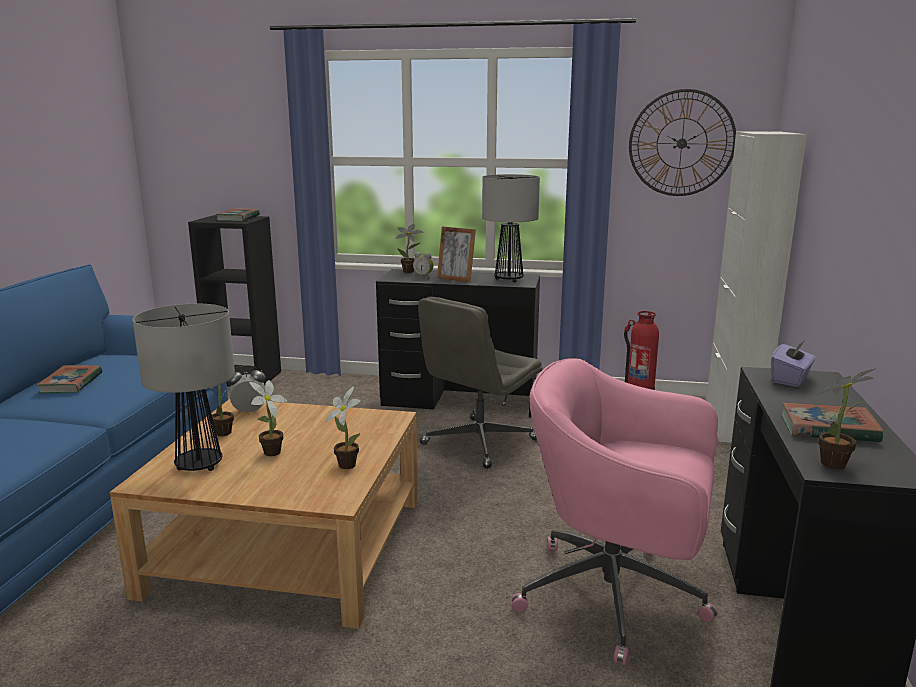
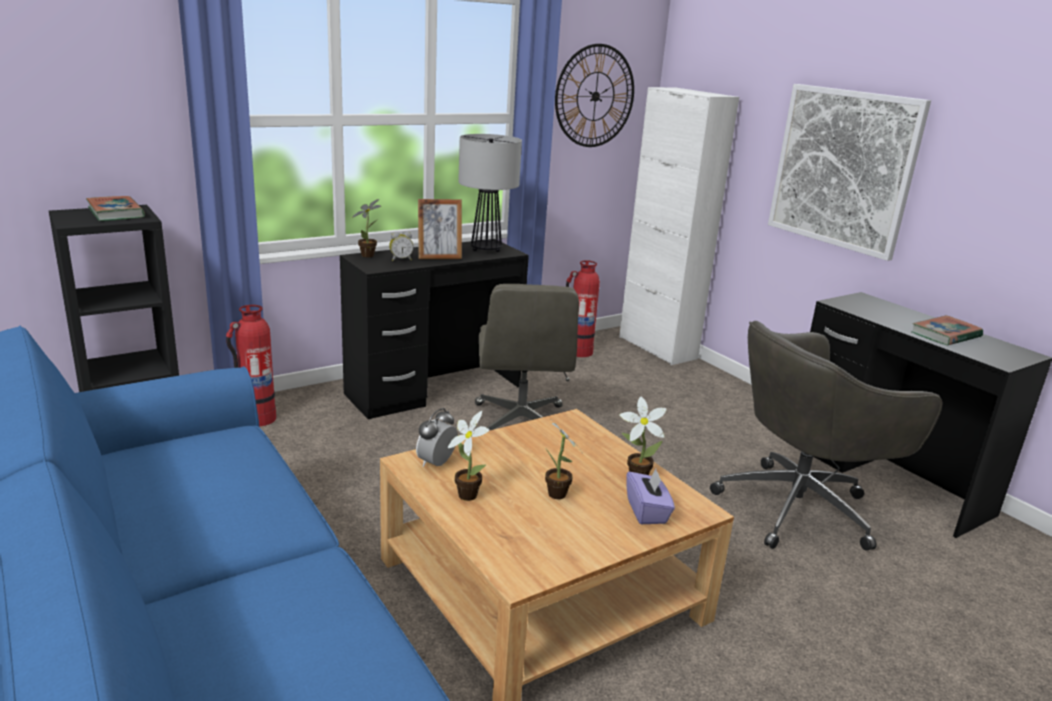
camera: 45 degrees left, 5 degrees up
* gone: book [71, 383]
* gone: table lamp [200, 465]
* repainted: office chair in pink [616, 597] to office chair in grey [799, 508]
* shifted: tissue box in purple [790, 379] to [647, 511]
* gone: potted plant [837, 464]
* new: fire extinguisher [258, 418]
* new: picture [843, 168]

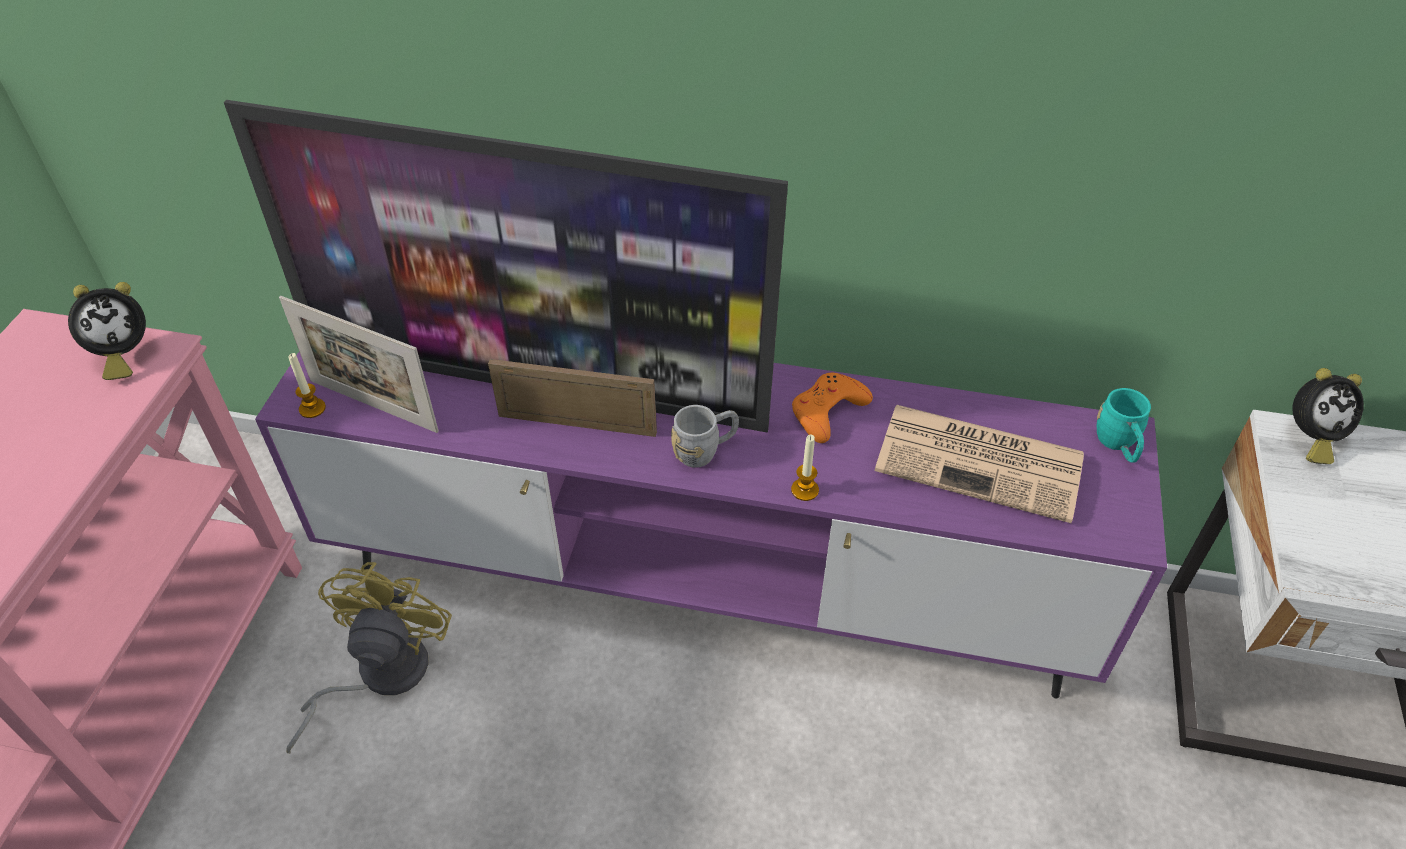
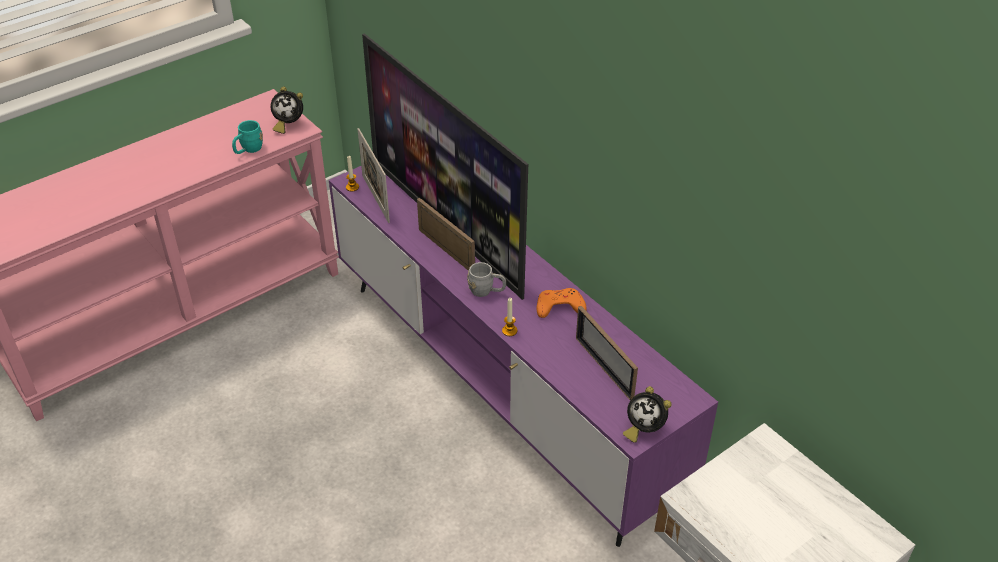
camera: 40 degrees right, 5 degrees down
* gone: fan in yellow [379, 675]
* swapped: newspaper [982, 462] to picture frame [604, 368]
* shifted: mug in turquoise [1118, 445] to [248, 150]
* shifted: alarm clock [1309, 438] to [643, 428]

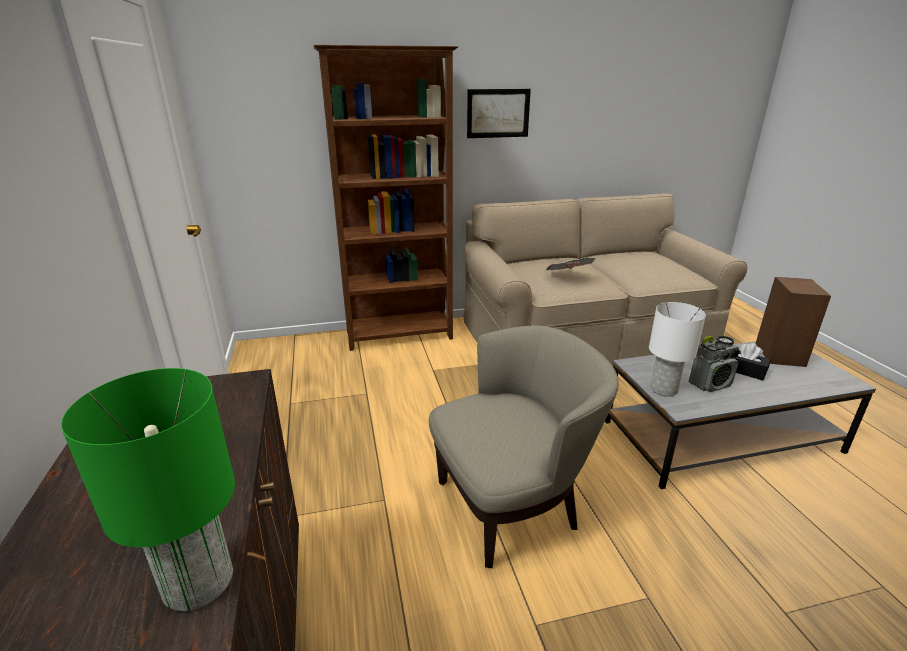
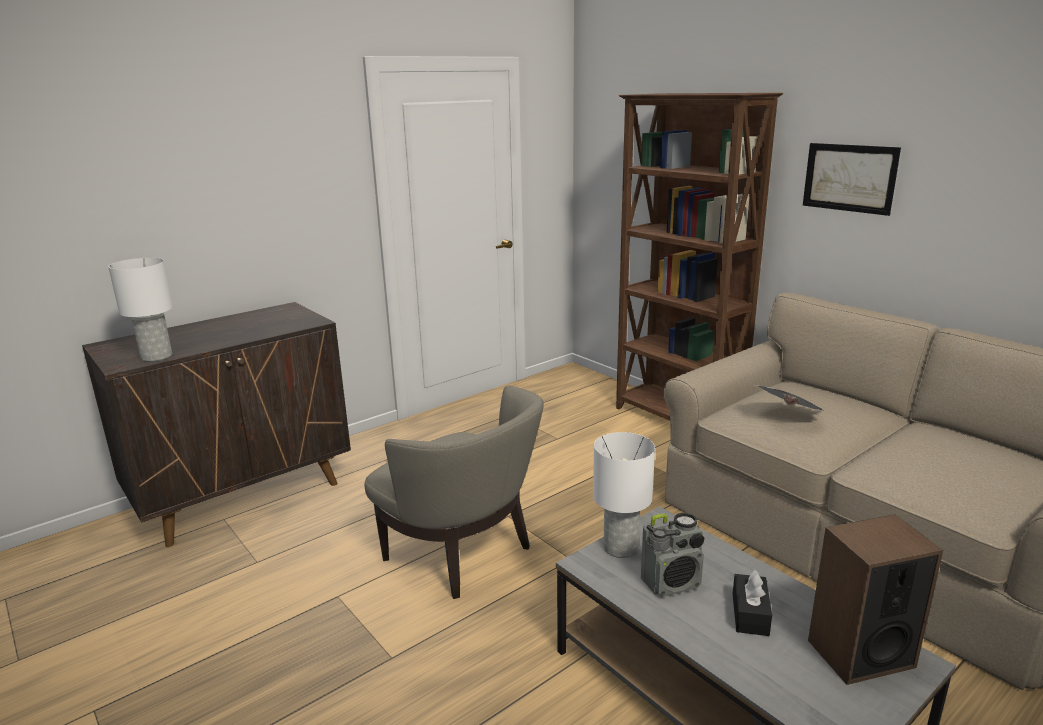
camera: 65 degrees right, 5 degrees down
* repainted: table lamp in green [198, 580] to table lamp in white [157, 356]
* rotated: radio [710, 384] = [671, 583] 60 degrees counterclockwise

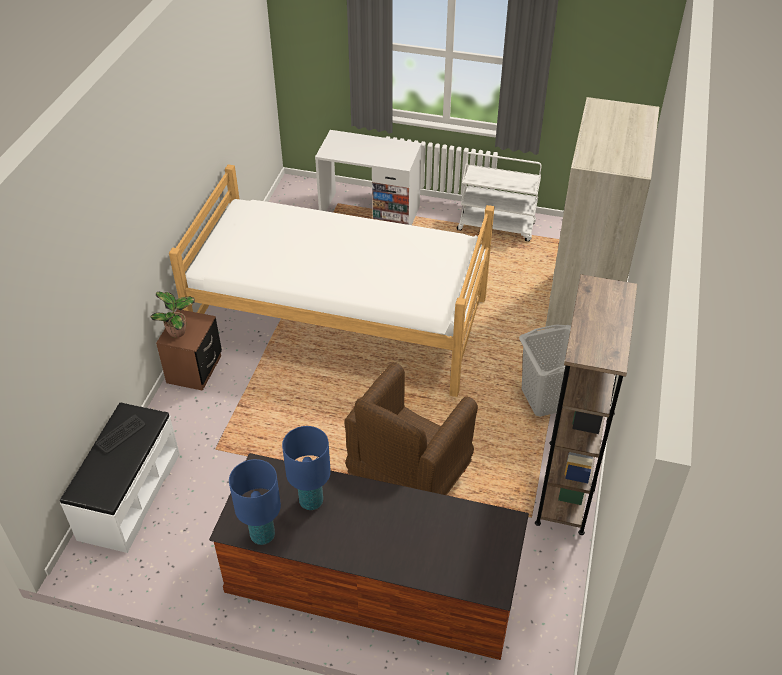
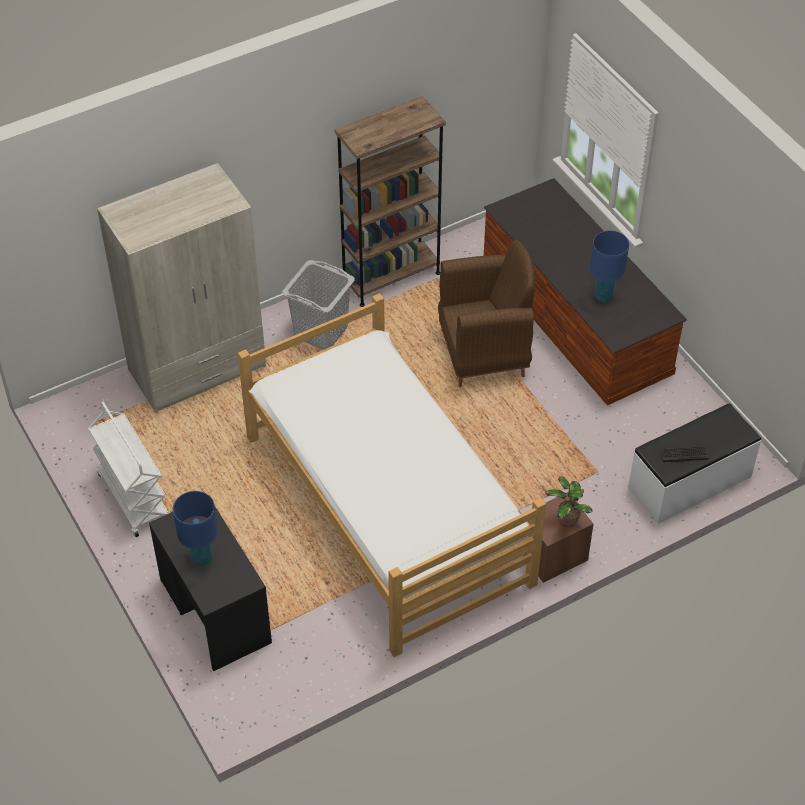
camera: 135 degrees left, 5 degrees up
* shifted: table lamp in blue [262, 535] to [202, 558]
* repainted: desk in white [370, 212] to desk in black [215, 611]

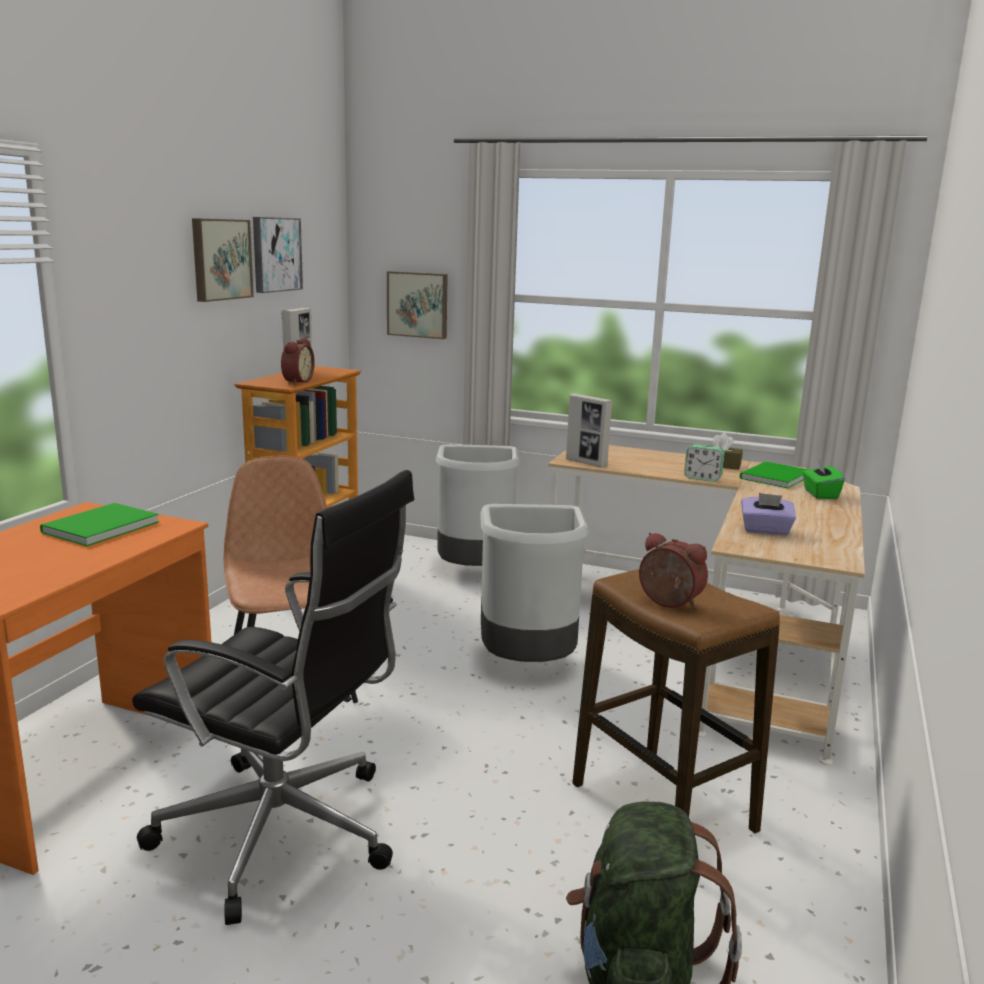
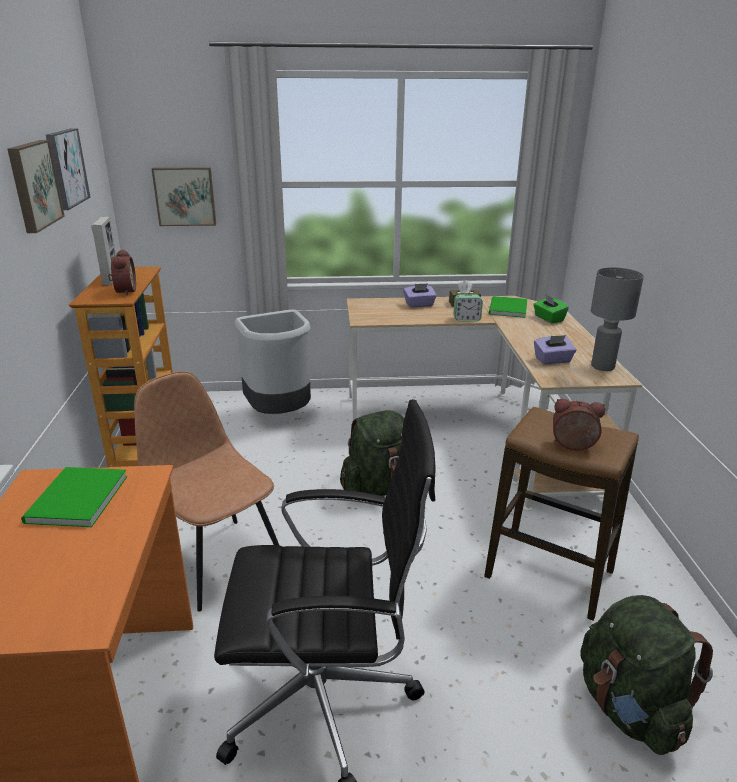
camera: 25 degrees left, 10 degrees up
* swapped: trash can in grey [527, 665] to backpack in green [380, 487]
* gone: picture frame [586, 463]
* new: tissue box in purple [419, 305]
* new: table lamp in grey [603, 366]

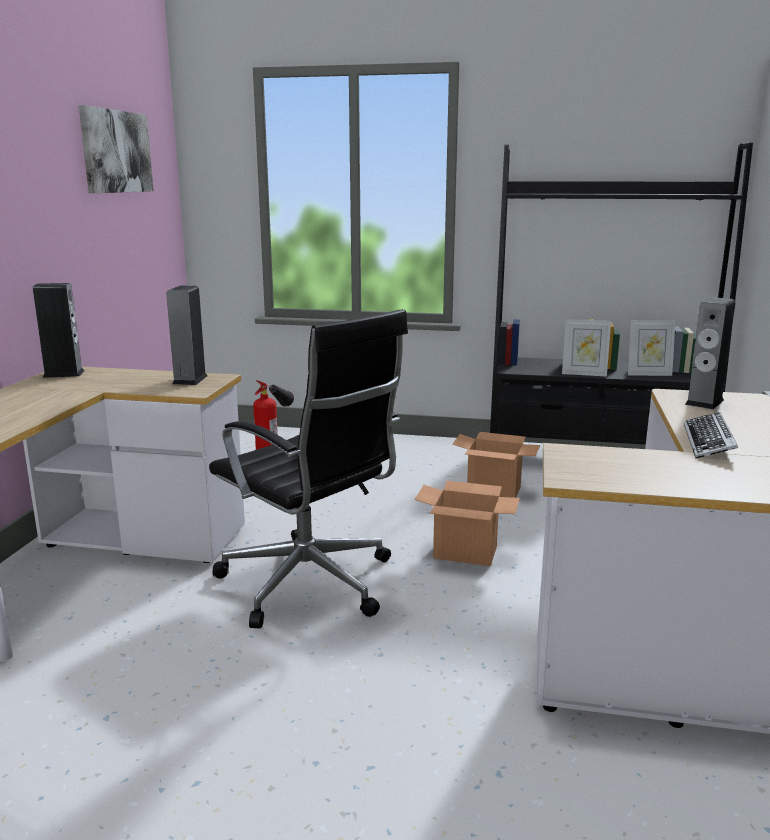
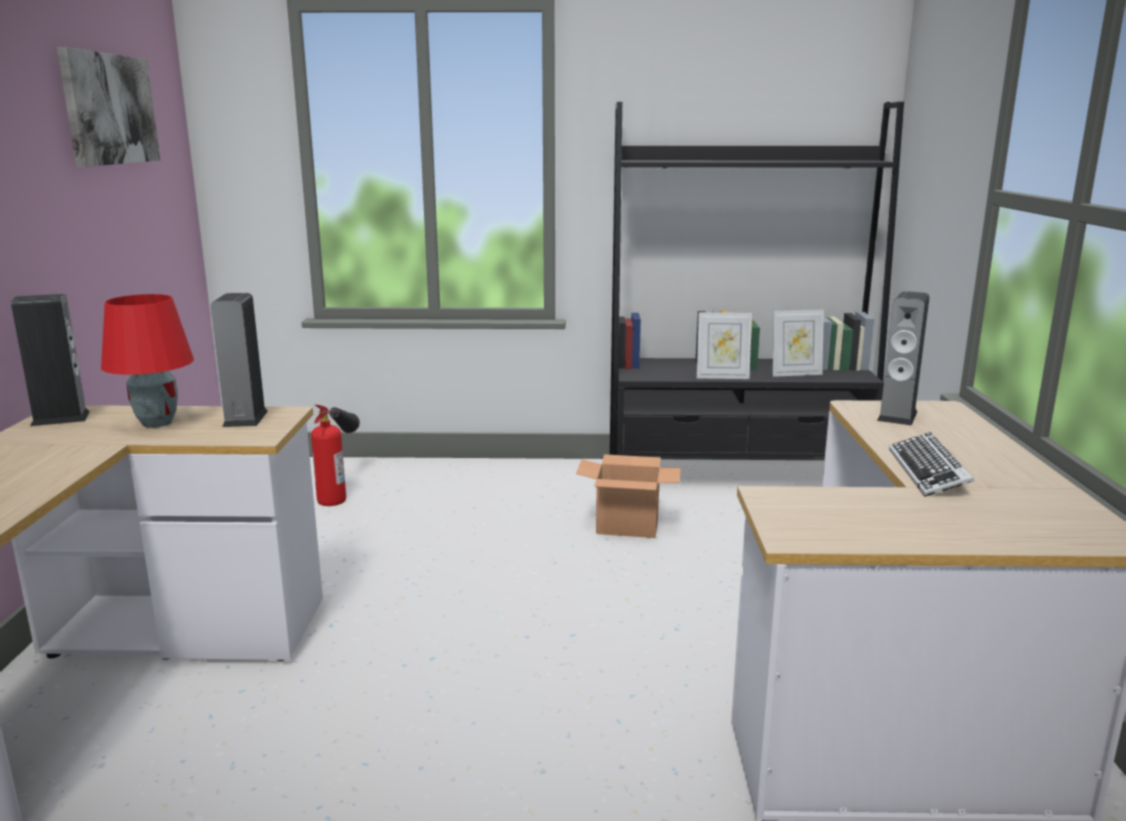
camera: 10 degrees left, 0 degrees up
* gone: office chair in black [310, 584]
* gone: cardboard box [466, 552]
* new: table lamp in red [156, 423]

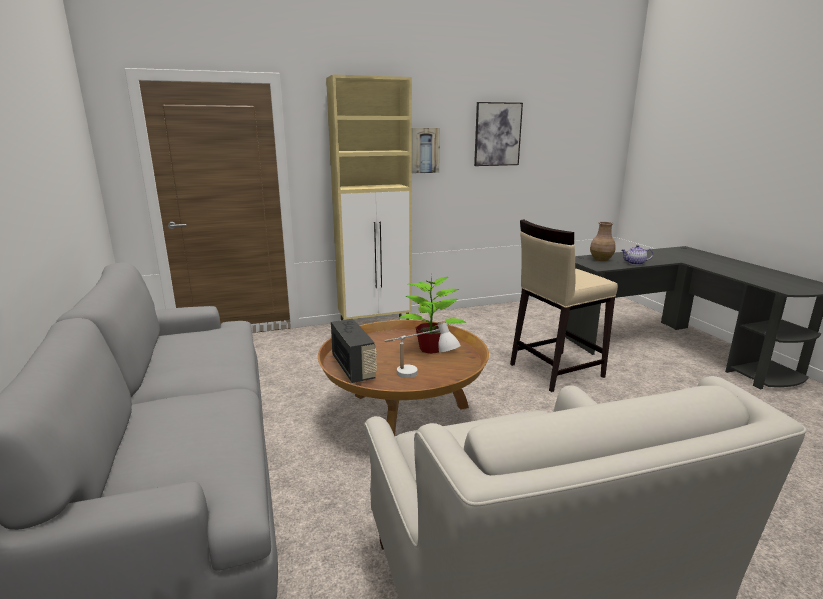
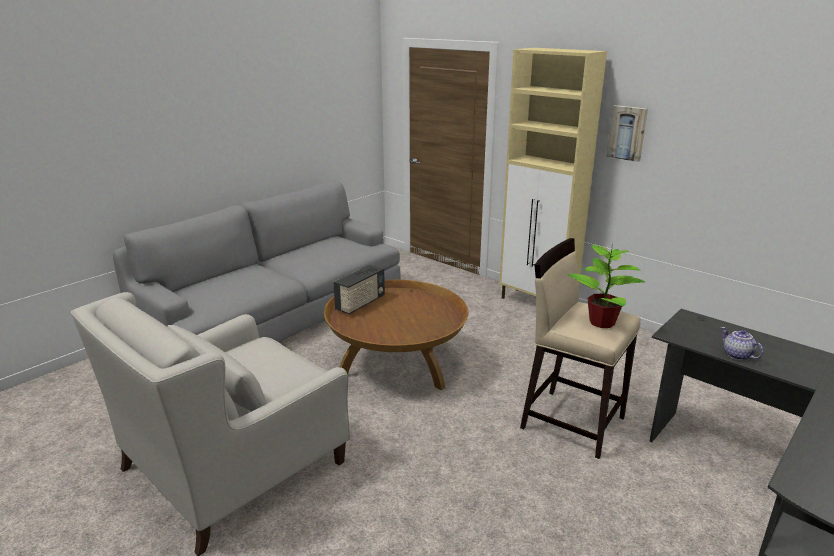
camera: 60 degrees right, 5 degrees up
* gone: table lamp in white [418, 378]
* shifted: potted plant [431, 348] to [603, 322]
* gone: picture [497, 134]
* gone: vase in brown [601, 259]

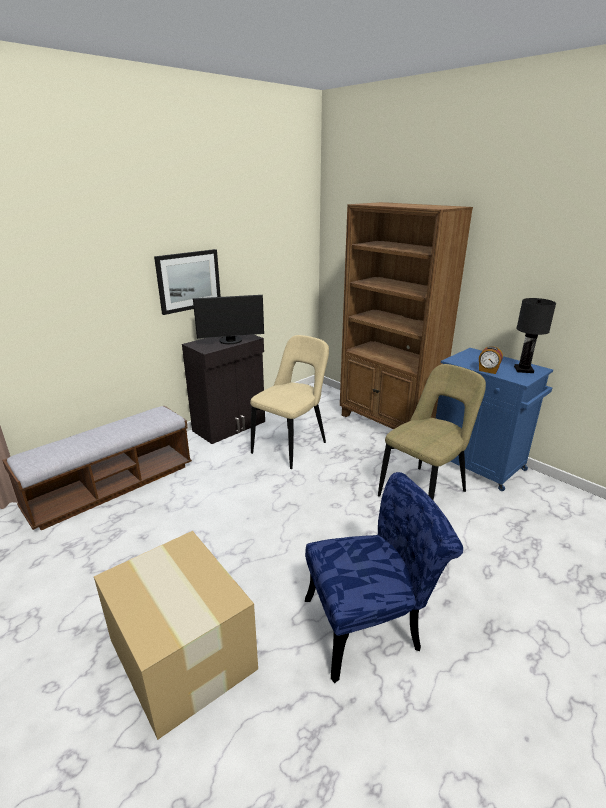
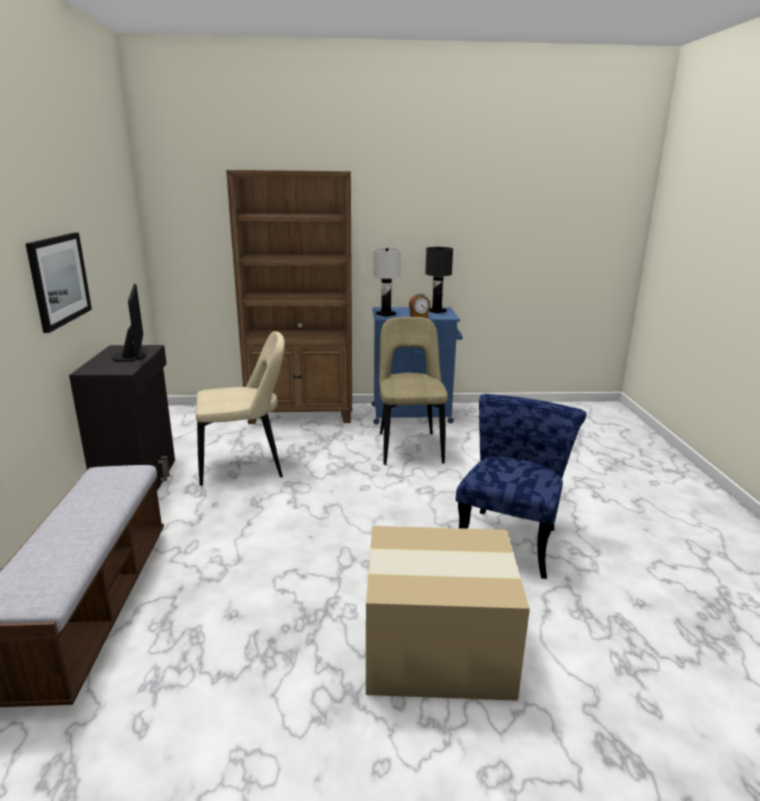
camera: 50 degrees left, 5 degrees down
* rotated: monitor [231, 341] = [133, 356] 45 degrees counterclockwise
* rotated: chair in beige [292, 446] = [245, 467] 90 degrees clockwise
* new: table lamp in white [386, 314]

